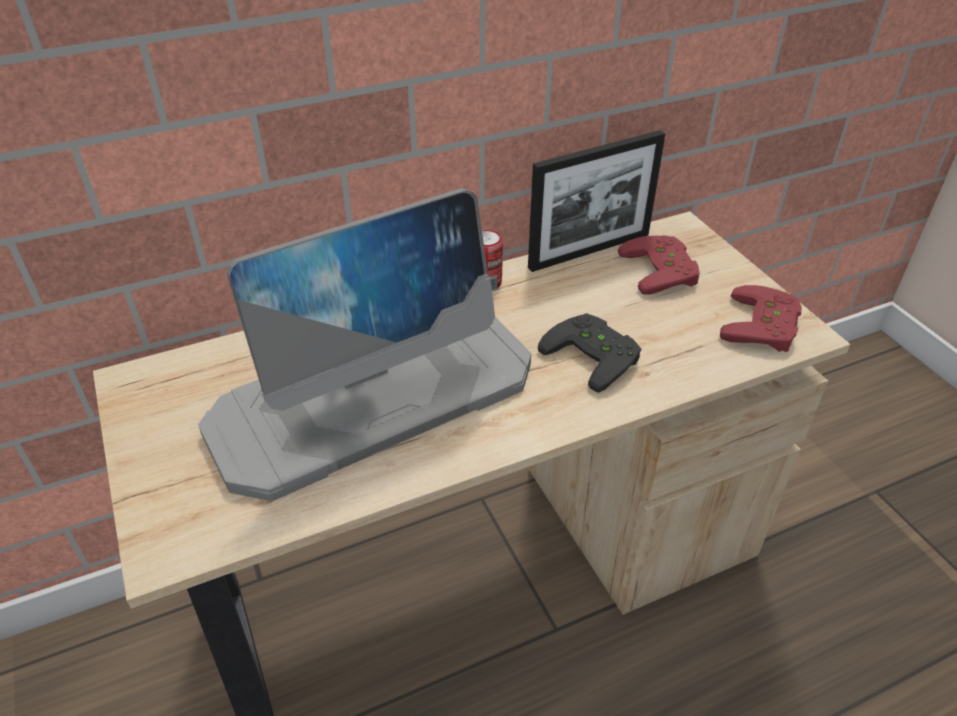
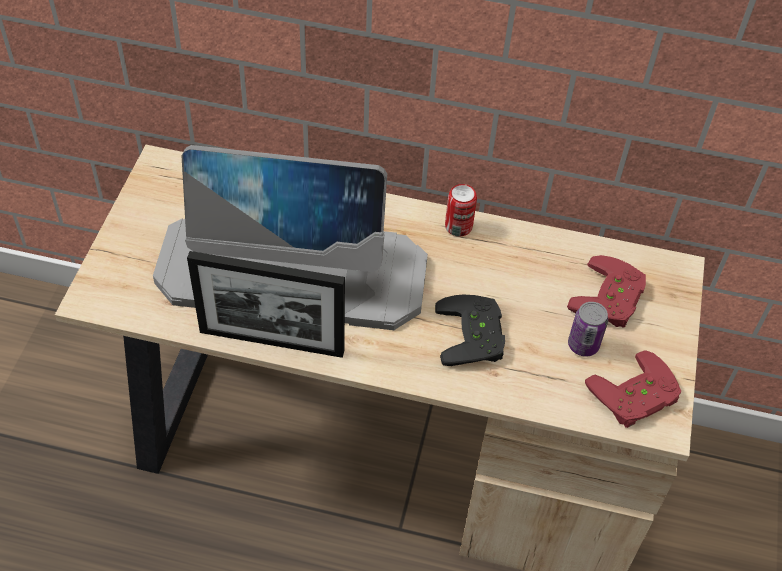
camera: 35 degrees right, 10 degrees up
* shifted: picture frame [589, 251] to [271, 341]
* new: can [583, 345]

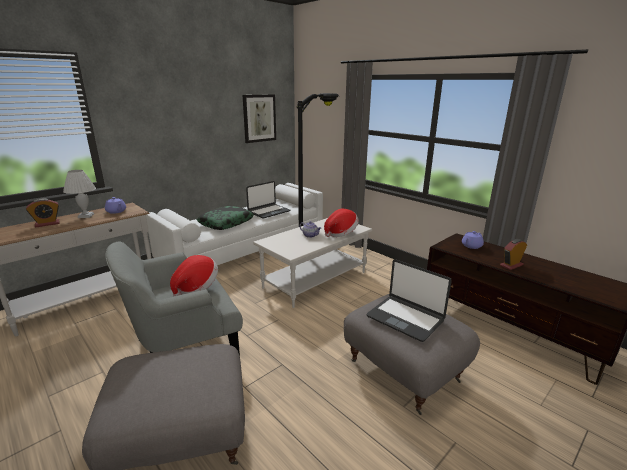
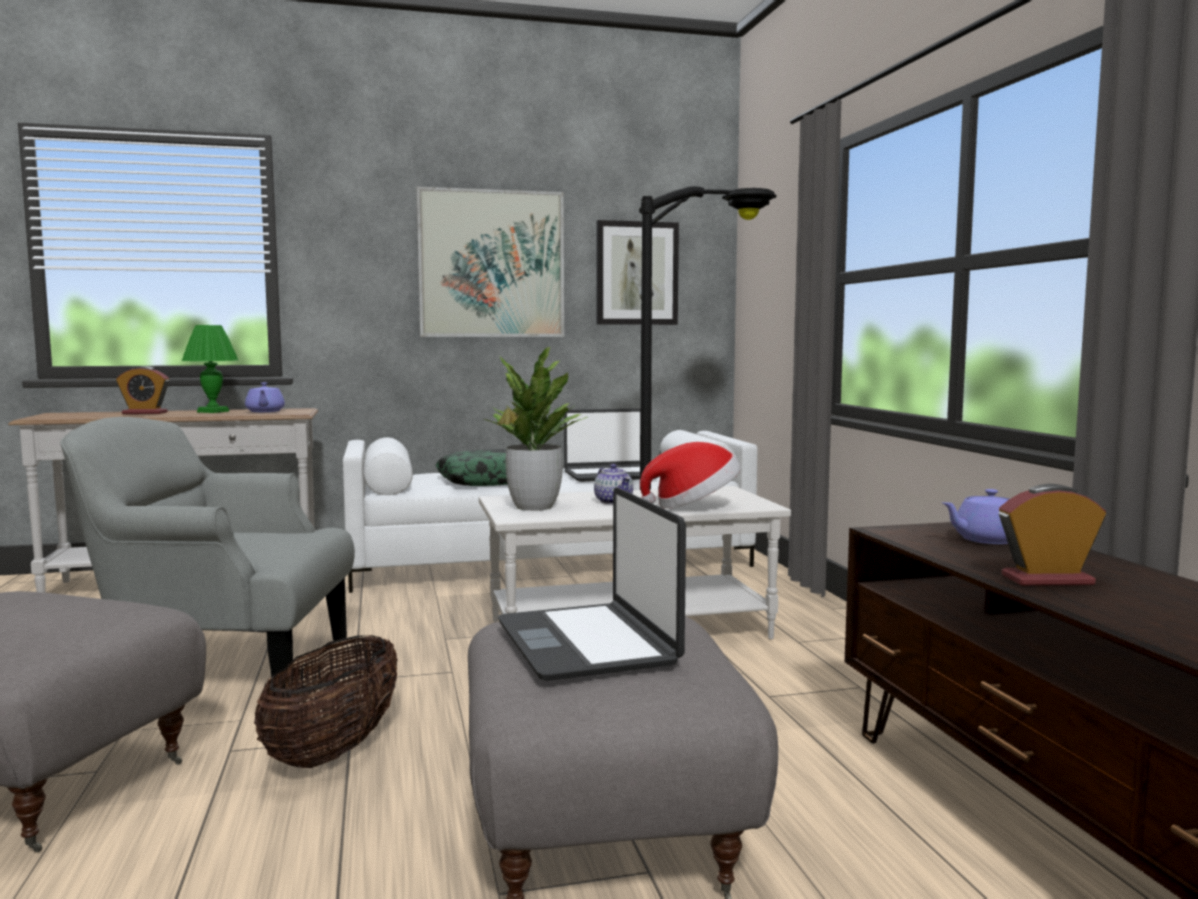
camera: 30 degrees right, 15 degrees down
* repainted: table lamp in white [86, 216] to table lamp in green [213, 412]
* gone: hat [196, 287]
* new: basket [334, 750]
* new: picture [491, 264]
* new: potted plant [533, 507]

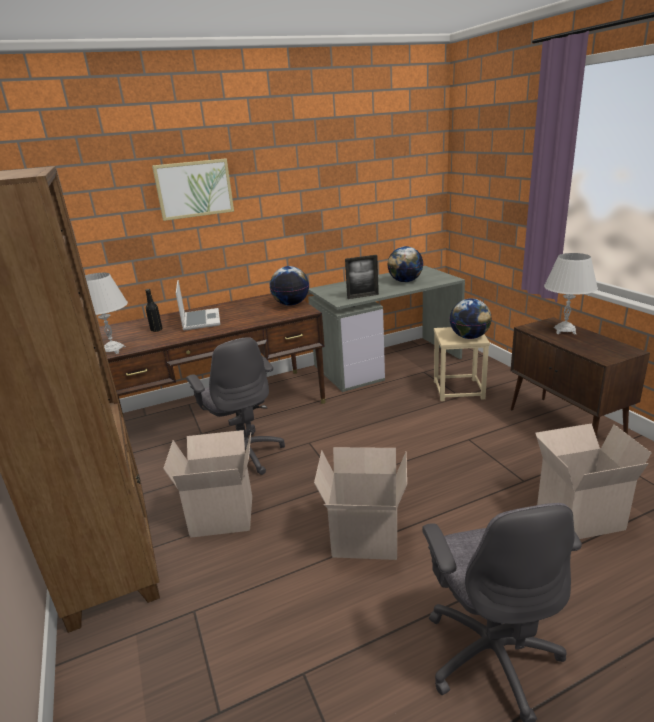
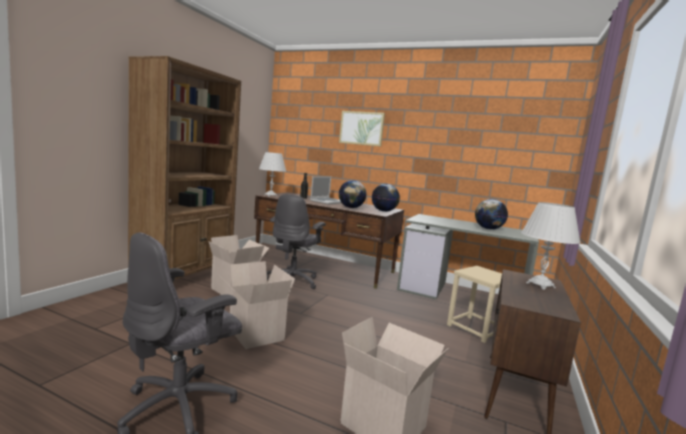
camera: 45 degrees right, 15 degrees down
* gone: picture frame [363, 296]
* shifted: globe [469, 337] to [351, 208]

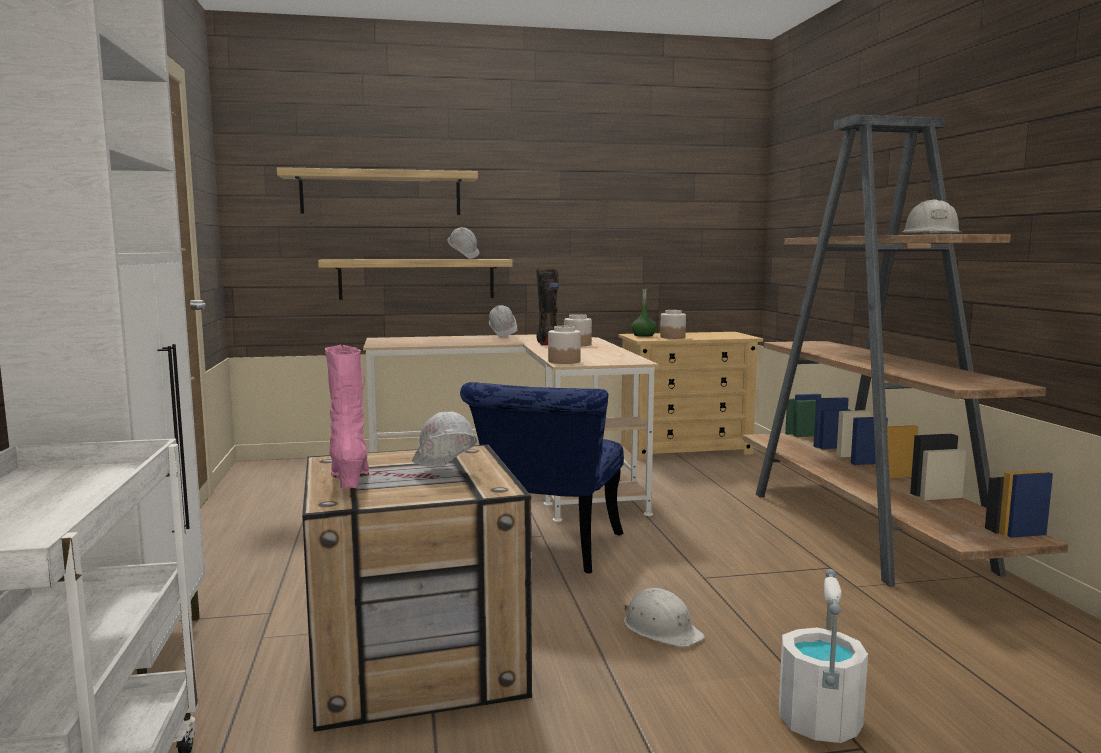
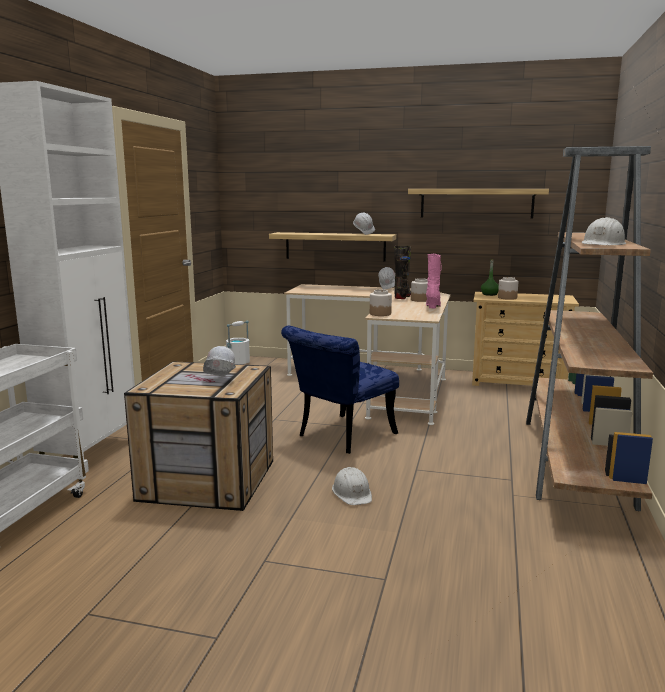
camera: 25 degrees right, 5 degrees up
* shifted: shelf [381, 193] to [476, 203]
* shifted: boot in pink [350, 480] to [433, 307]
* shifted: bucket in white [820, 721] to [238, 362]

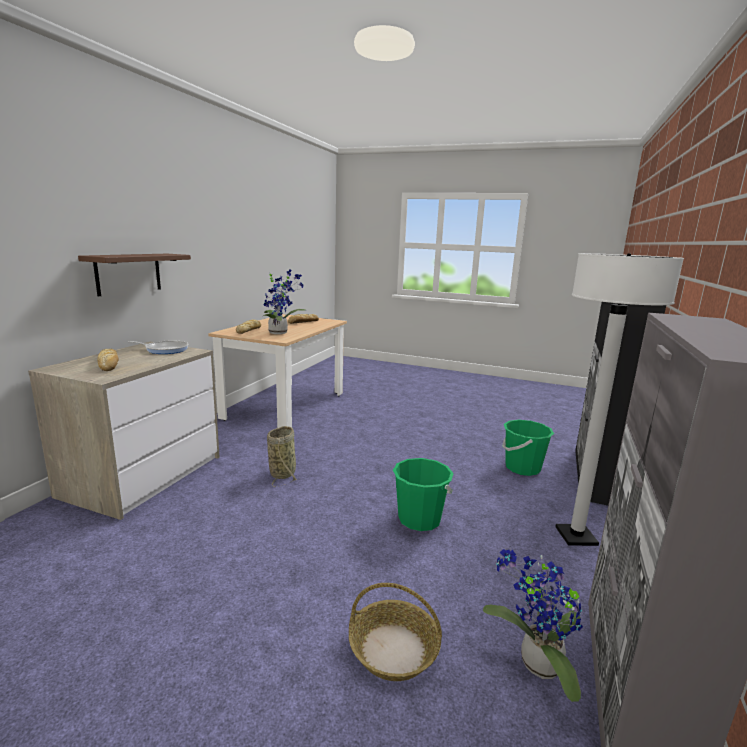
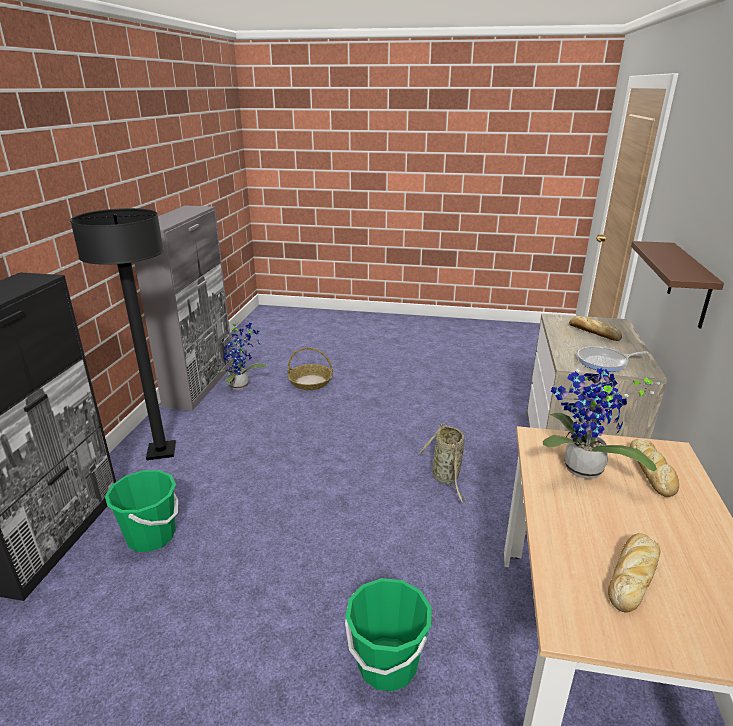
camera: 170 degrees right, 10 degrees up
* shifted: bucket in green [419, 519] to [387, 664]
* repainted: floor lamp in white [576, 536] to floor lamp in black [161, 451]

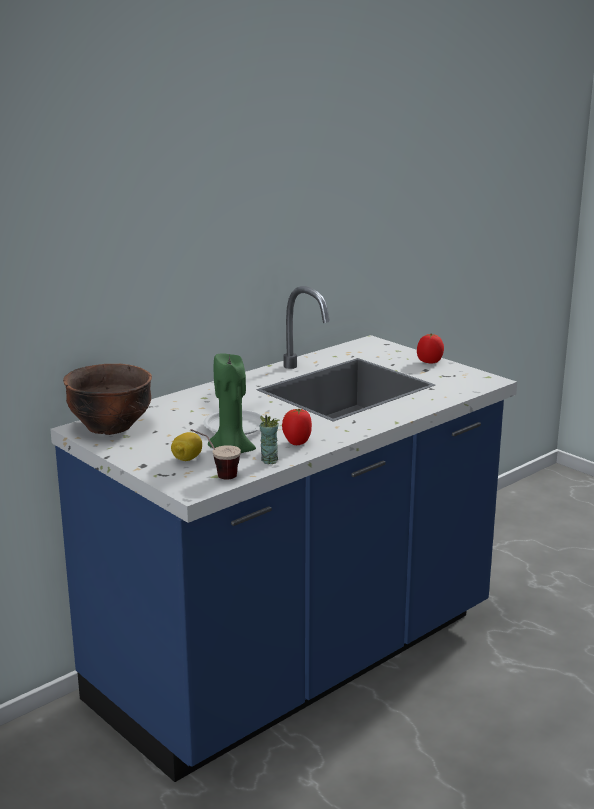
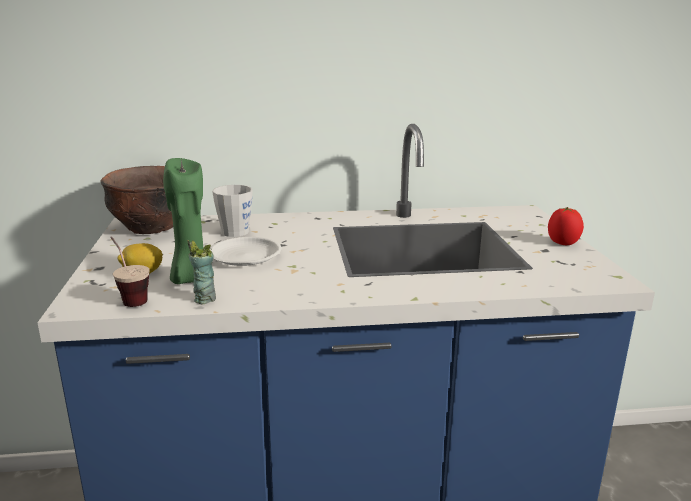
camera: 35 degrees right, 0 degrees up
* gone: tomato [297, 442]
* new: mug in grey [236, 230]

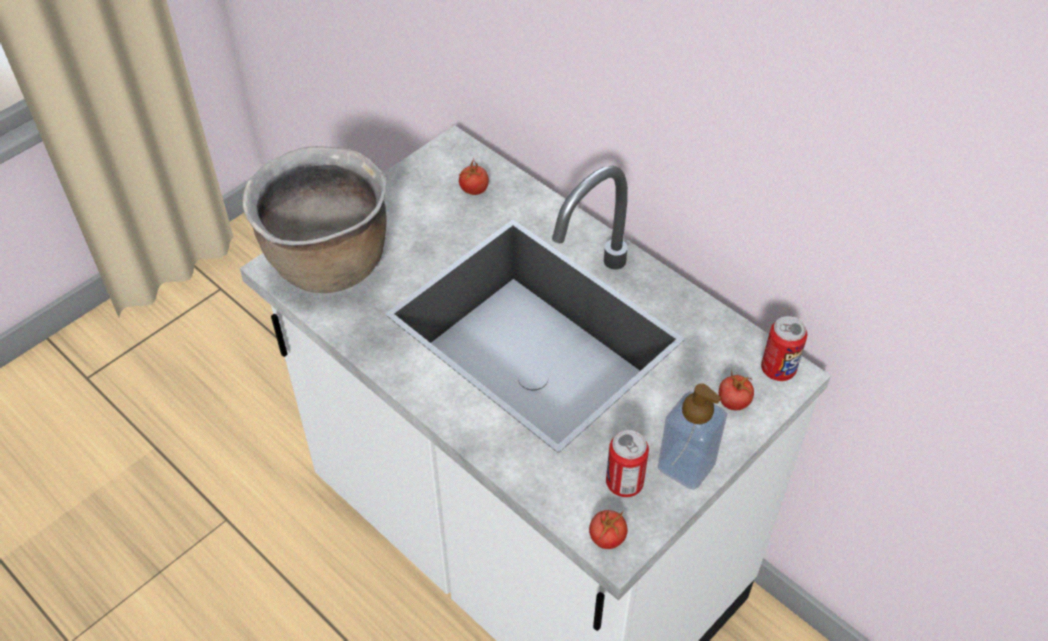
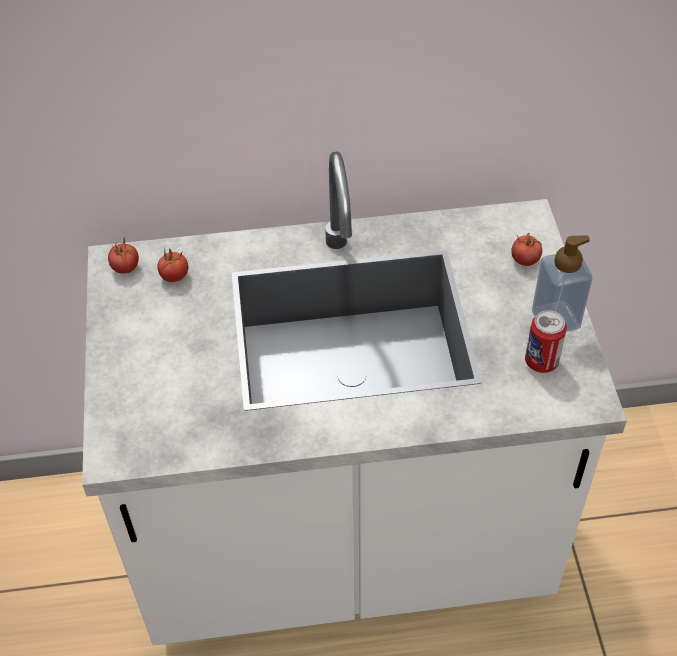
camera: 50 degrees left, 0 degrees up
* gone: cooking pot in brown [327, 263]
* shifted: tomato [607, 538] to [126, 268]
* gone: can [778, 369]

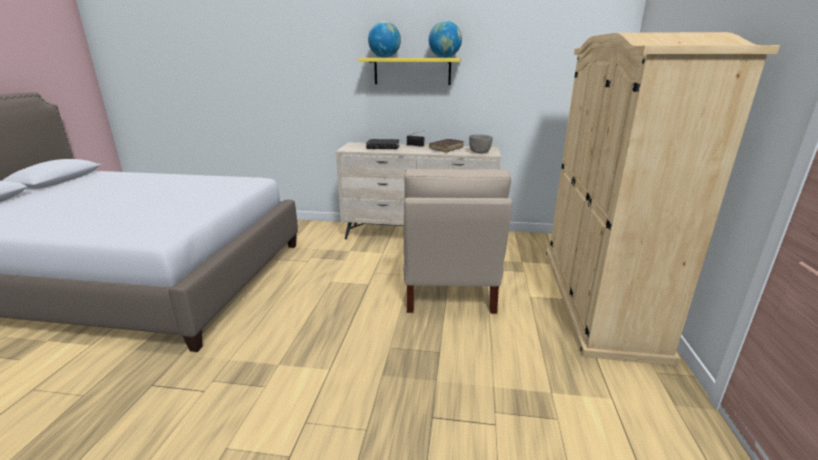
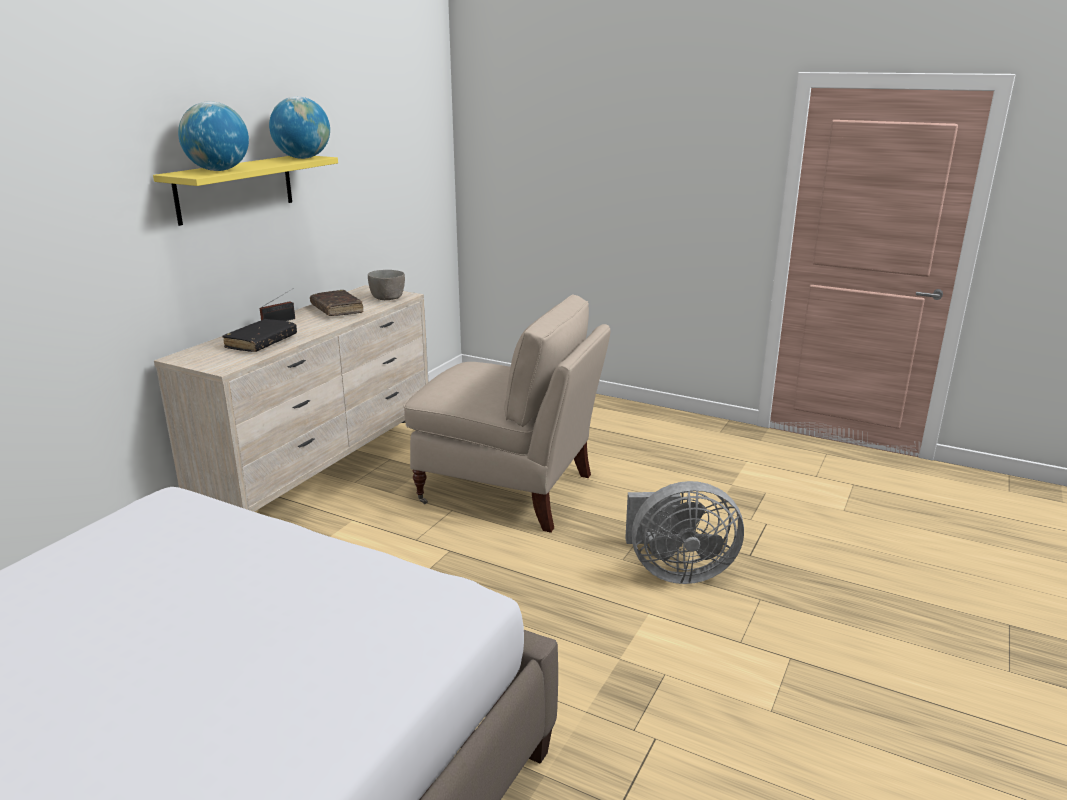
camera: 70 degrees left, 0 degrees up
* gone: wardrobe in beige [598, 297]
* new: fan in grey [676, 571]

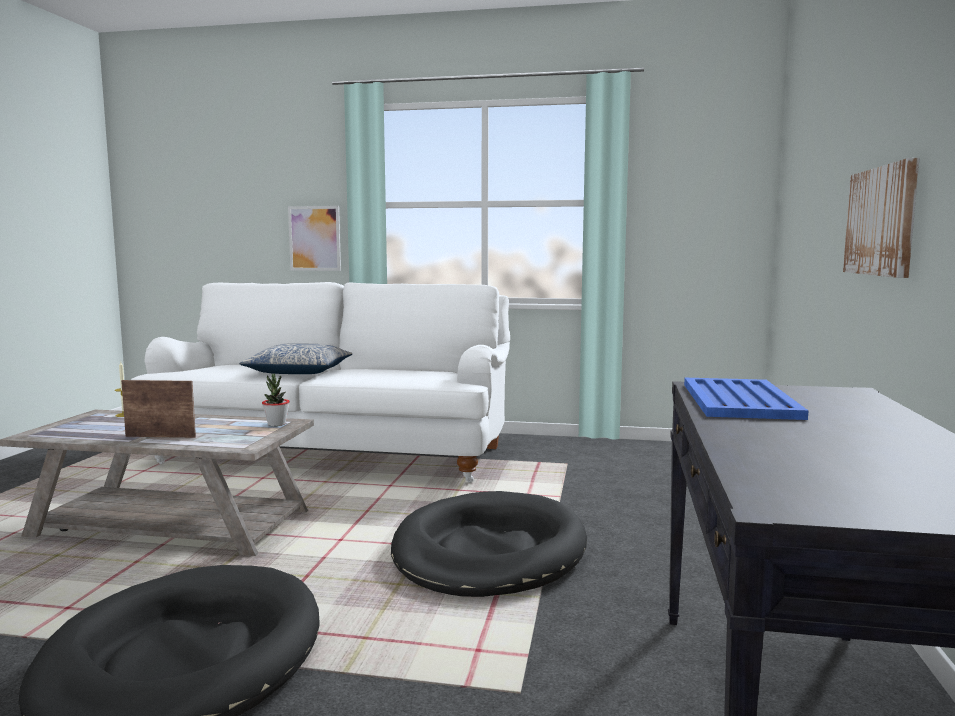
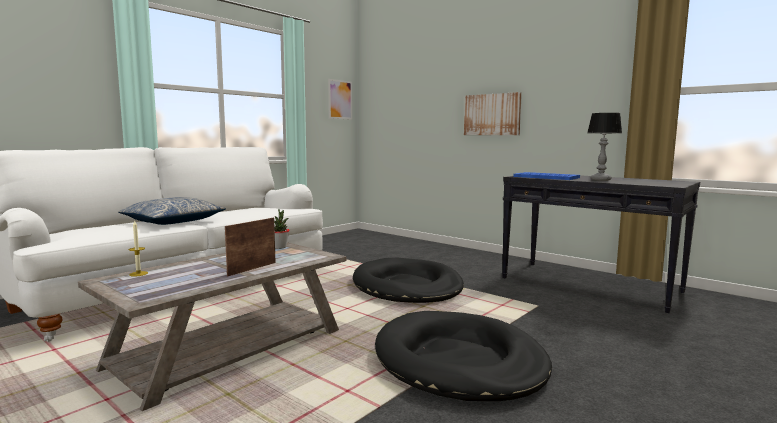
camera: 60 degrees left, 0 degrees up
* shifted: picture [314, 238] to [340, 99]
* new: table lamp [600, 180]

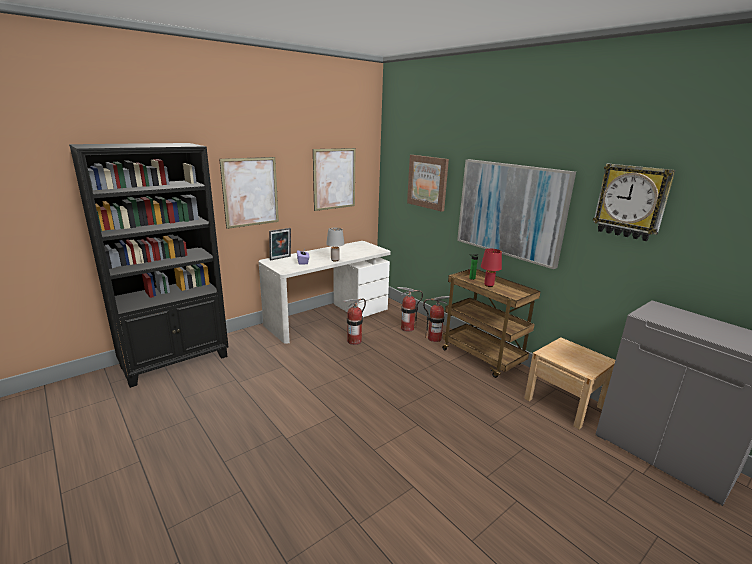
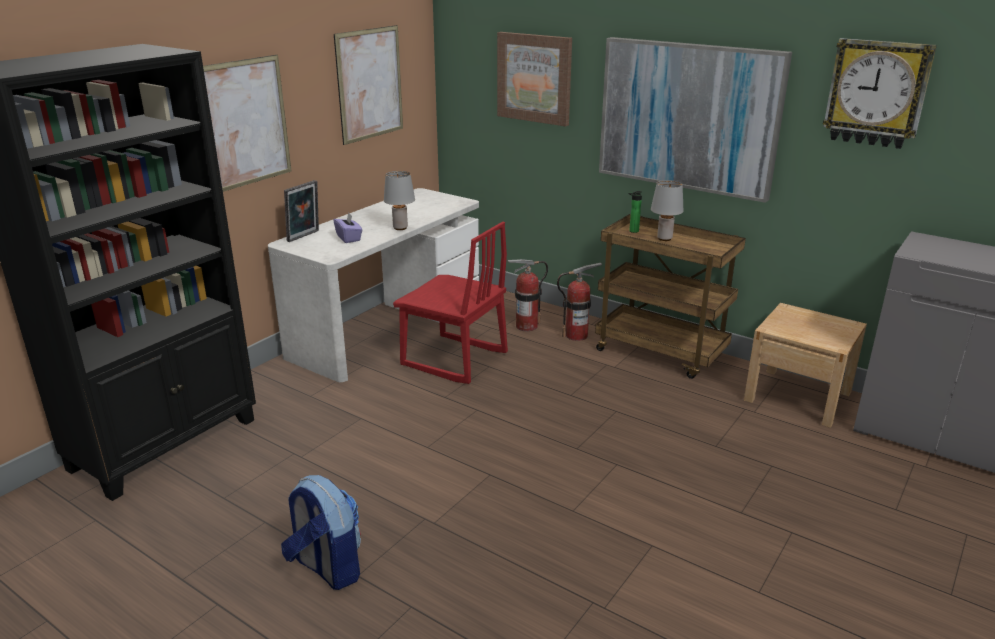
camera: 15 degrees left, 5 degrees up
* swapped: fire extinguisher [354, 341] to chair in red [454, 360]
* repainted: table lamp in red [488, 285] to table lamp in grey [664, 239]
* new: backpack [326, 568]

